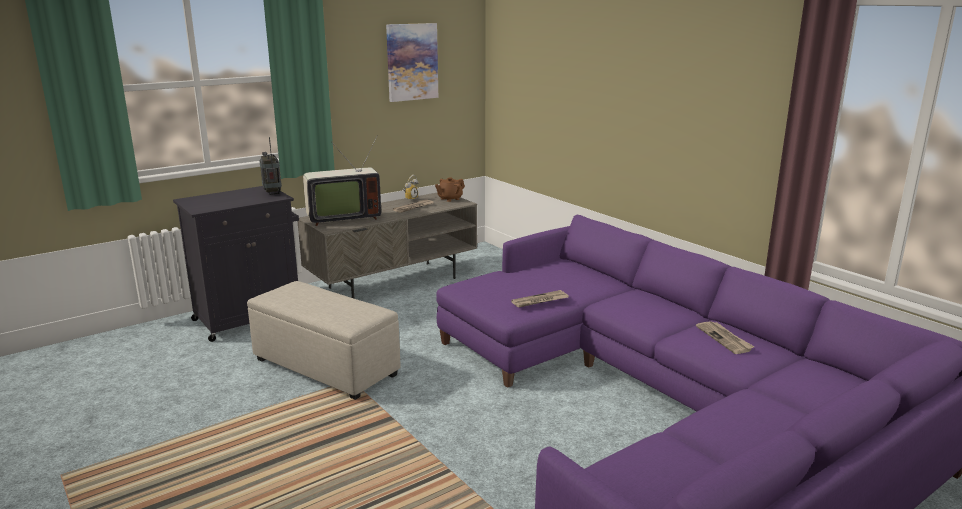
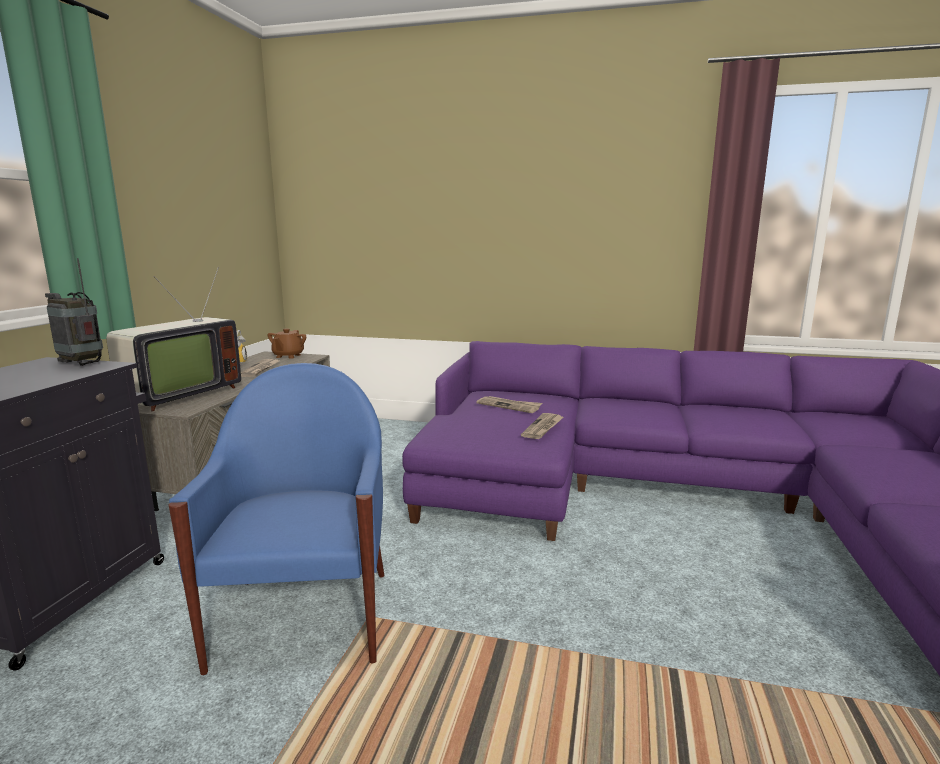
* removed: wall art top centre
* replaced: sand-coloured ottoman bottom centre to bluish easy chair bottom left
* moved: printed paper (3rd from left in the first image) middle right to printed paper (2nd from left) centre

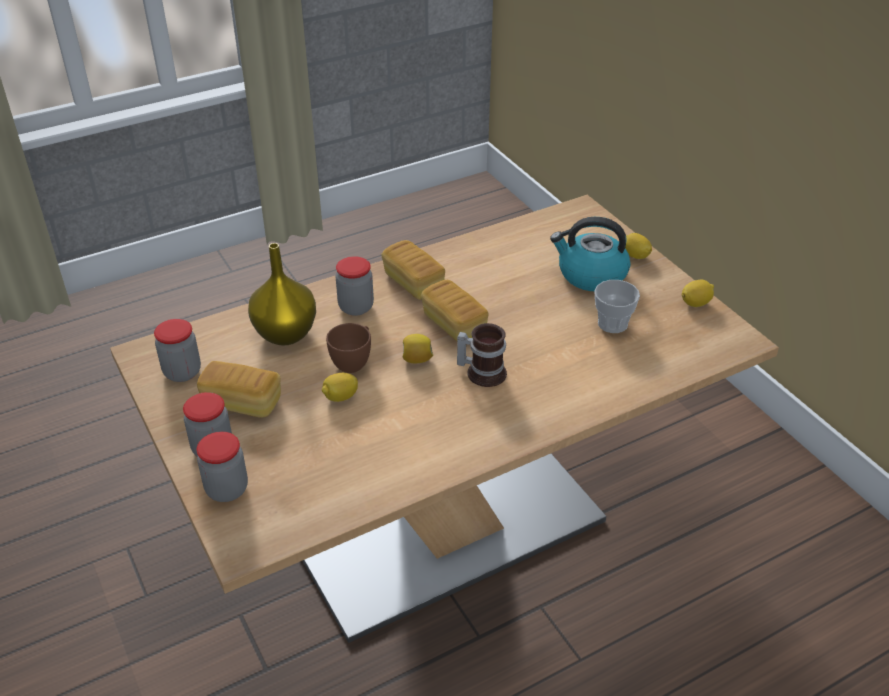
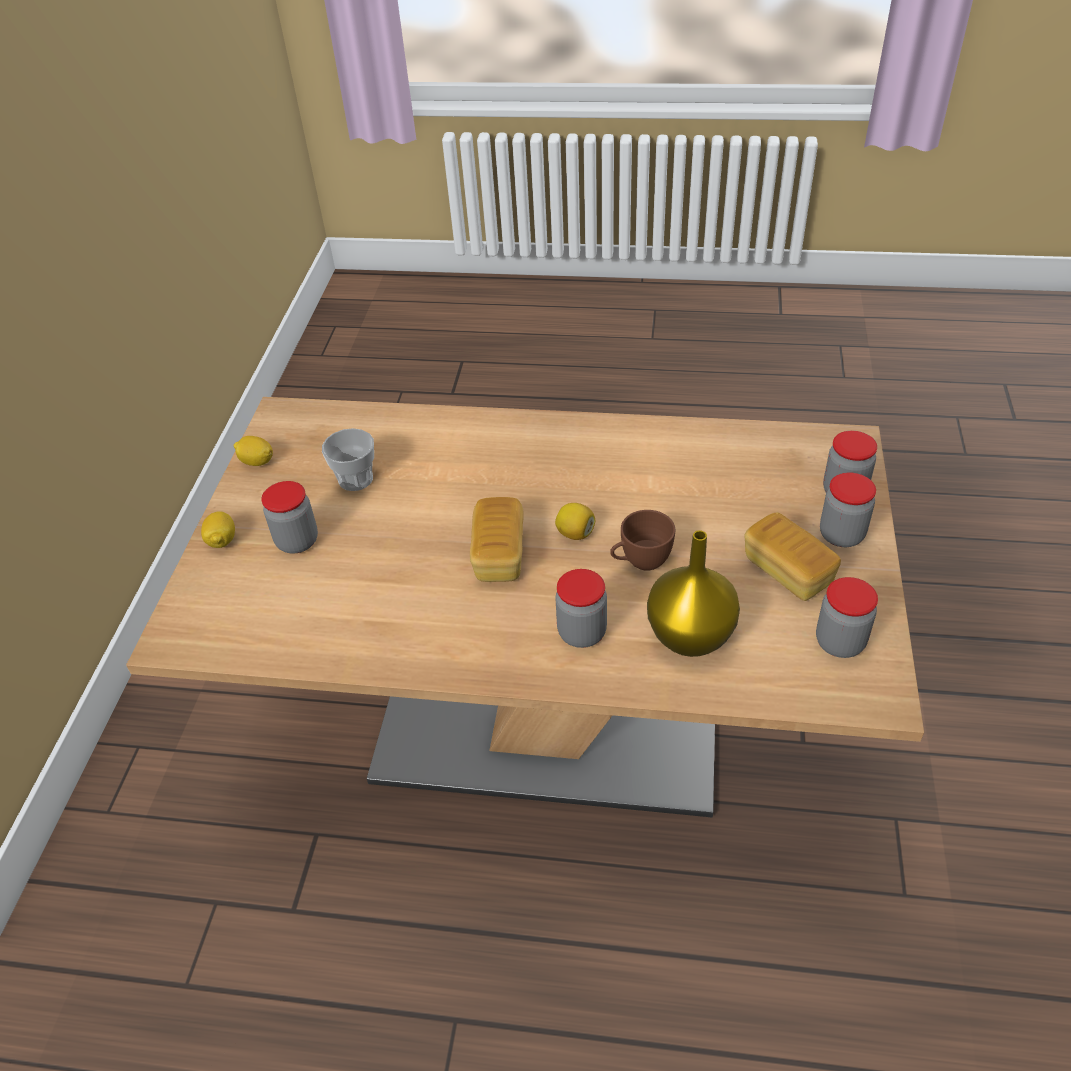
* replaced: water kettle centre to preserve jar (1st from left) middle left
* removed: bread (2nd from left) centre
* removed: mug centre
* removed: whole lemon (1st from left) centre

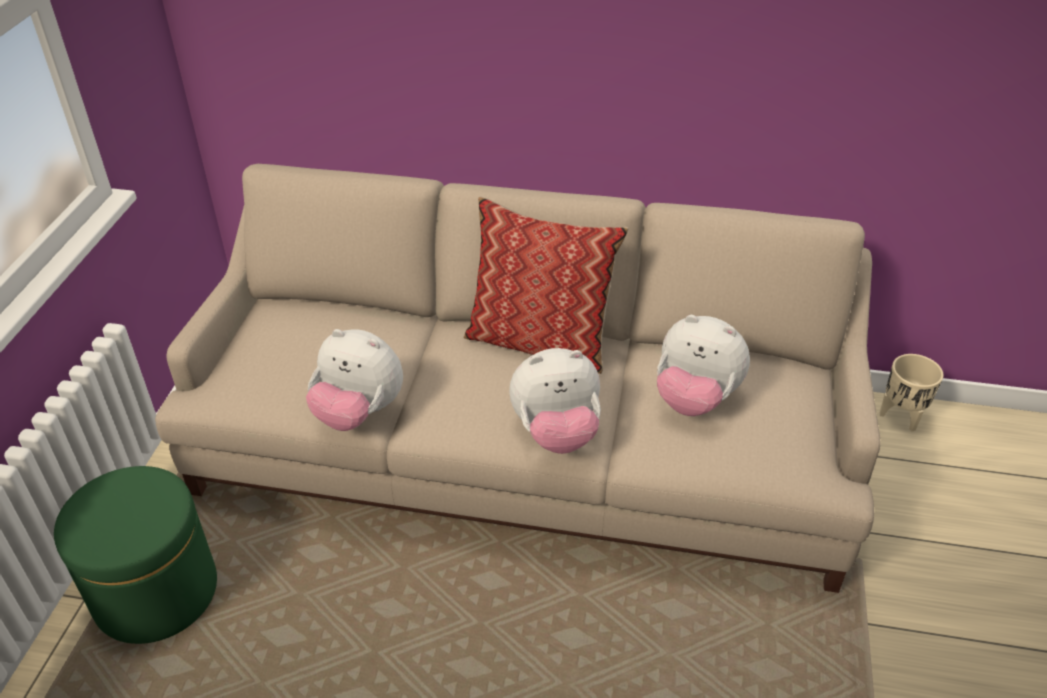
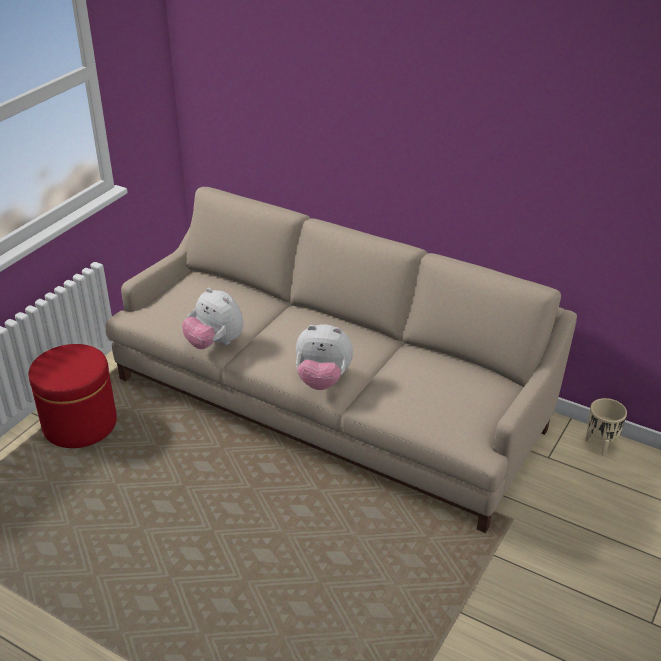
* removed: throw pillow centre
* removed: cuddly toy (3rd from left) middle right
* recoloured: greenish ottoman bottom left to reddish ottoman middle left

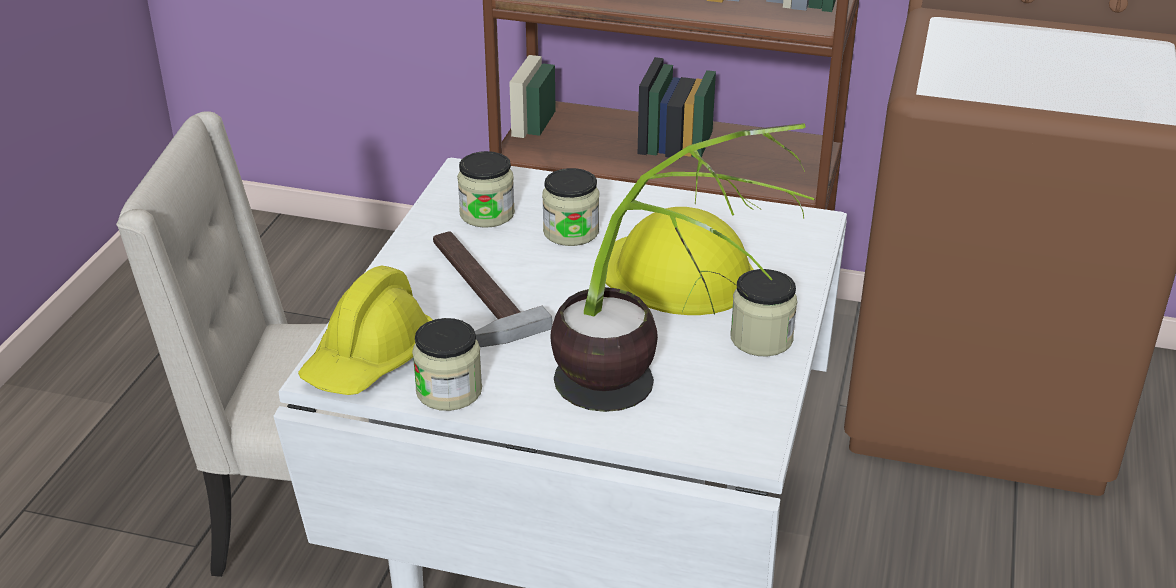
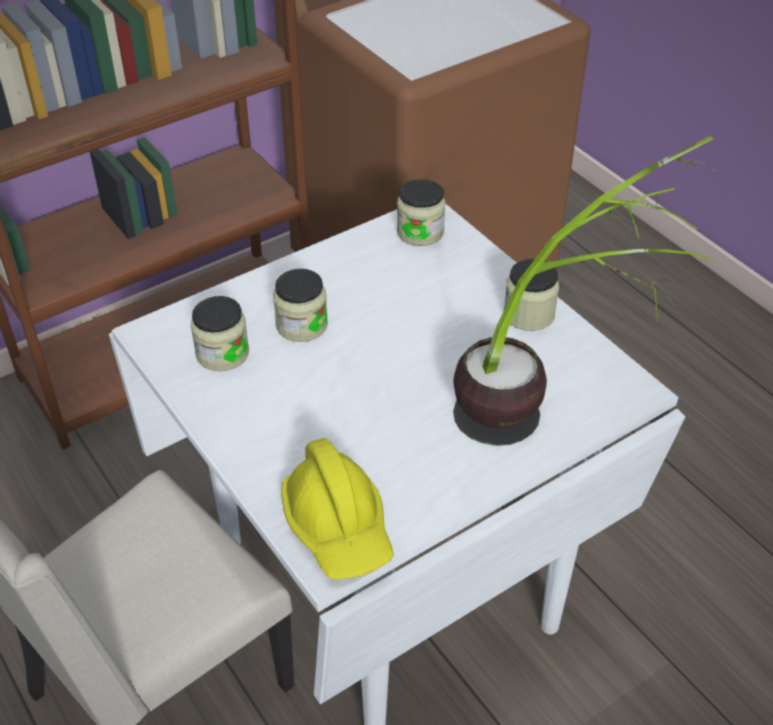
* removed: yellowish hard hat (2nd from left) centre
* removed: hand hammer centre
* moved: preserve jar (1st from left in the first image) centre to preserve jar (3rd from left) top centre

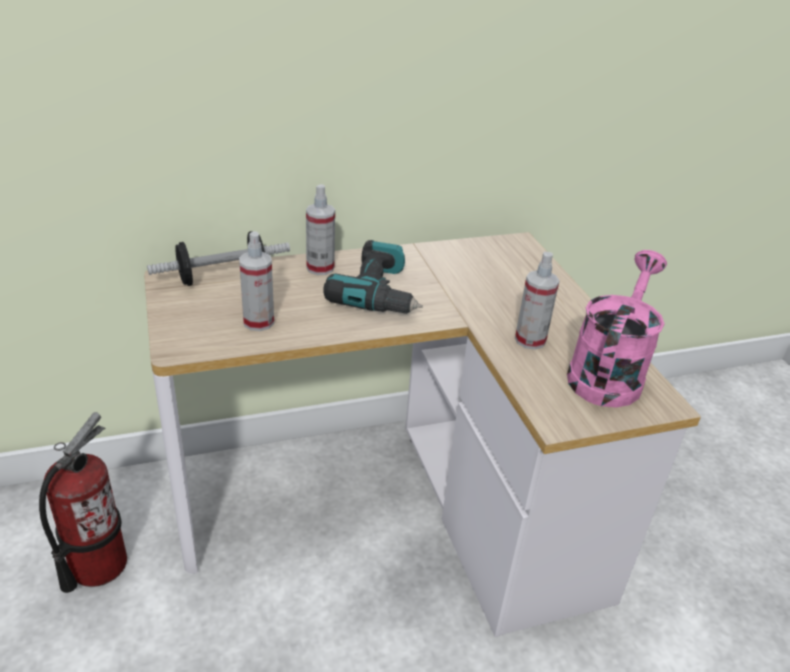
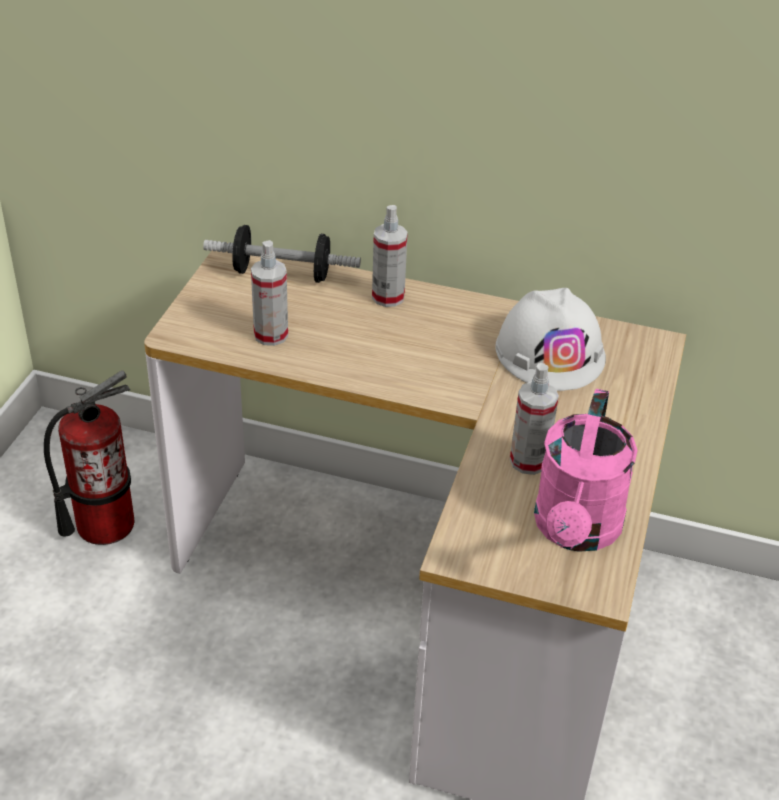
* removed: power drill centre
* turned: pink-coloured watering can middle right = middle right 135 degrees clockwise
* added: white-coloured hard hat middle right

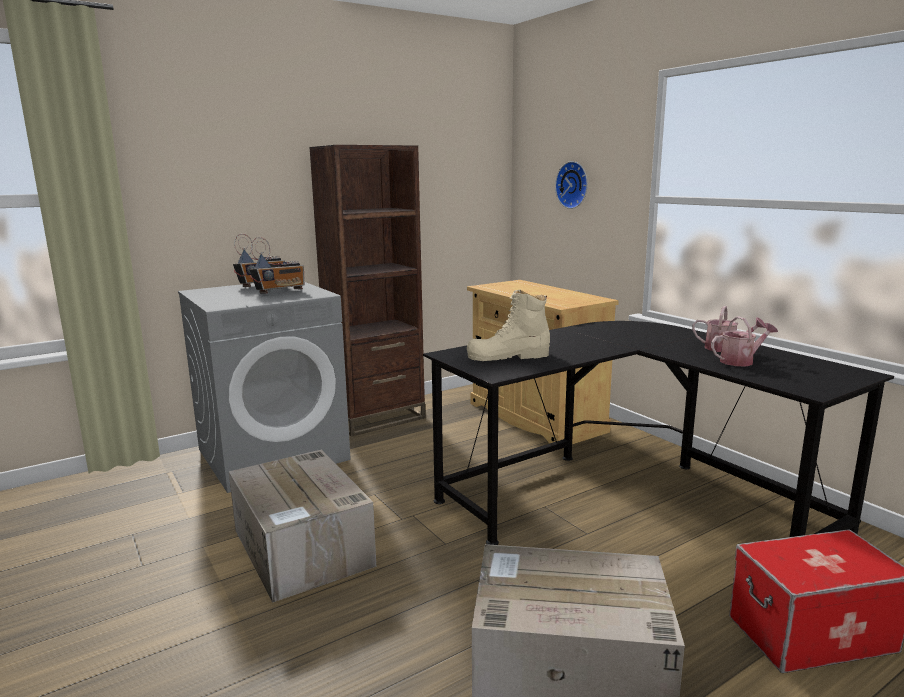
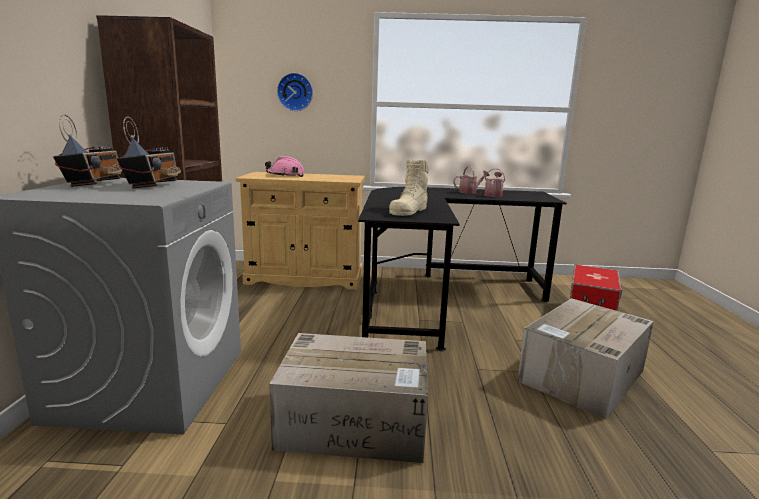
* added: pink-coloured hard hat top centre

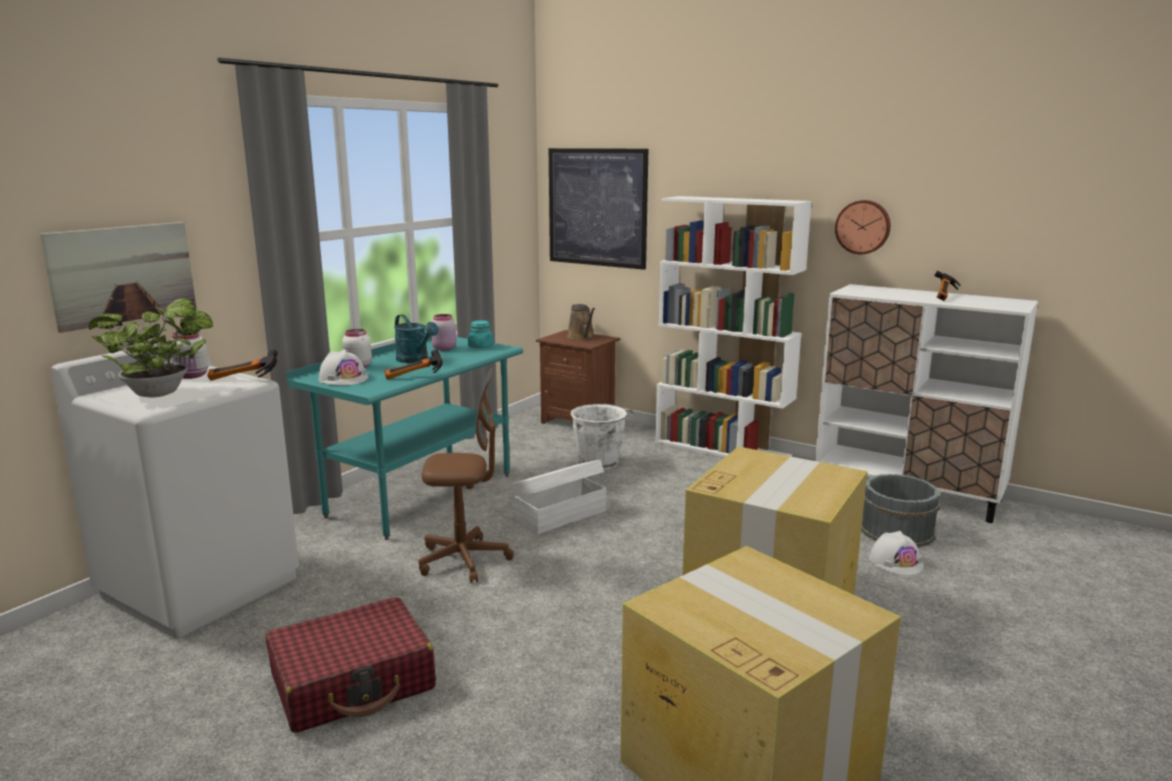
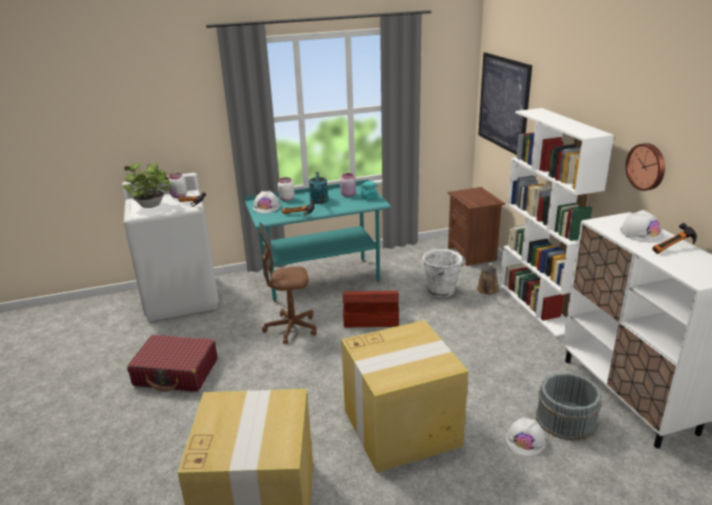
* removed: wall art (1st from left) middle left
* moved: brown-coloured watering can centre to middle right
* turned: brown-coloured office chair centre = centre 135 degrees clockwise
* recoloured: white-coloured storage bin centre to brown-coloured storage bin centre
* added: white-coloured hard hat (3rd from left) middle right

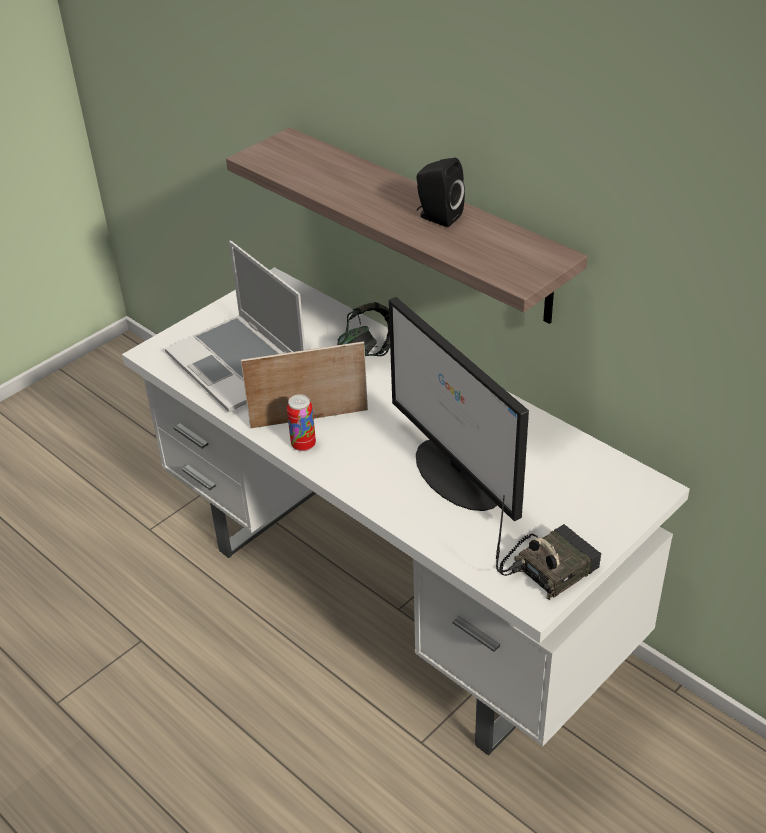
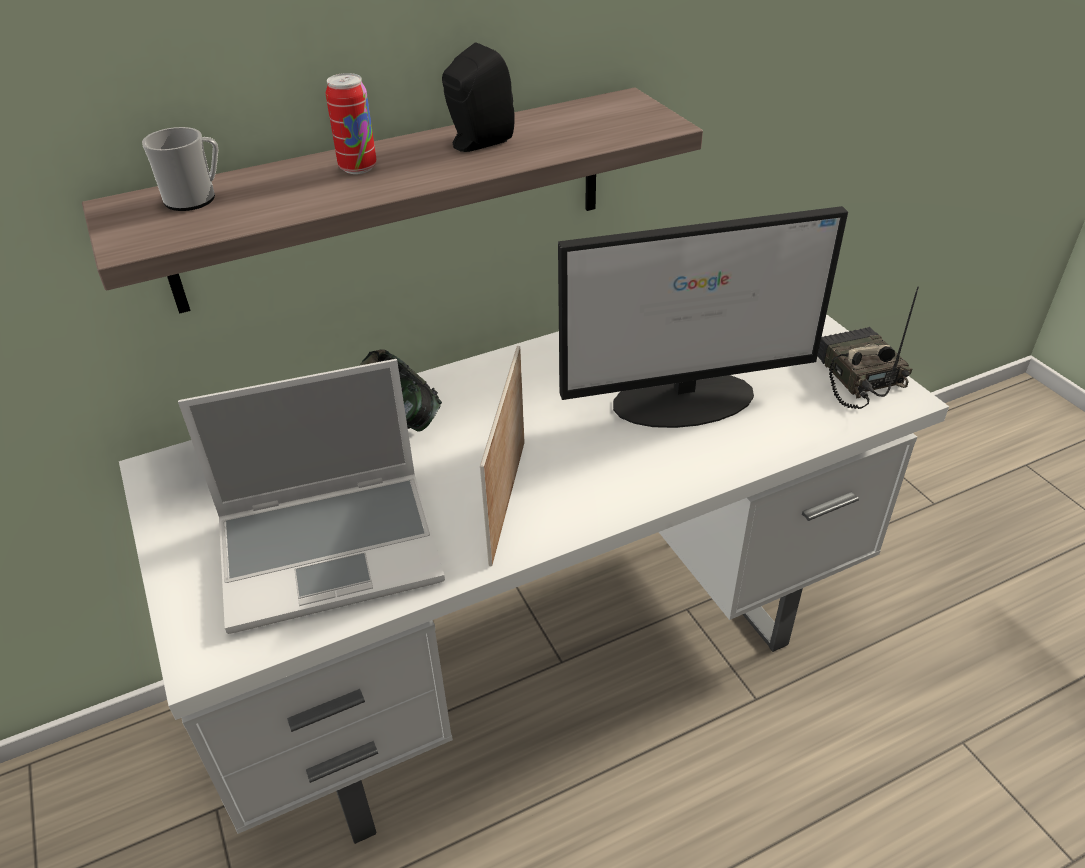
* moved: can centre to top left
* added: mug top left

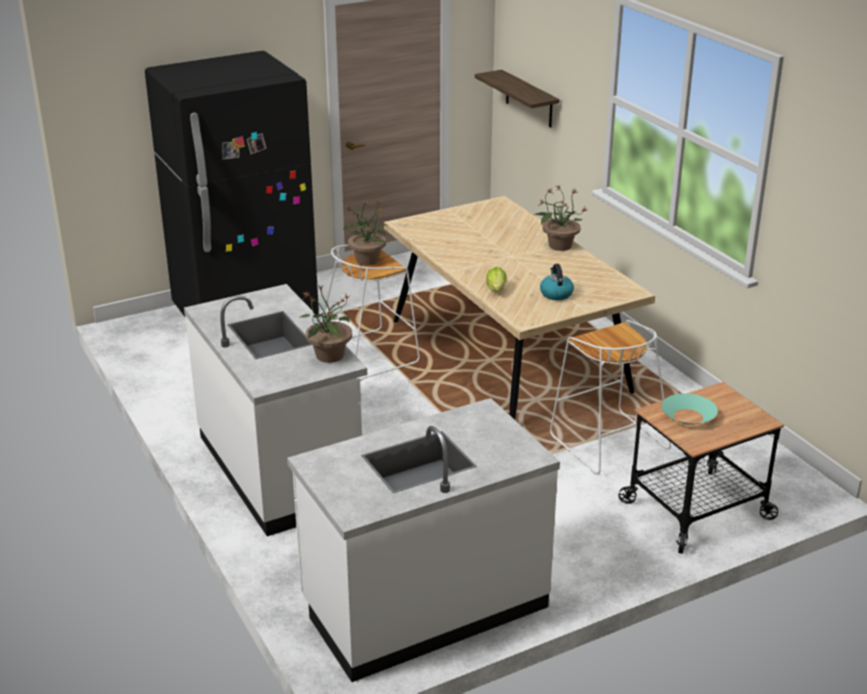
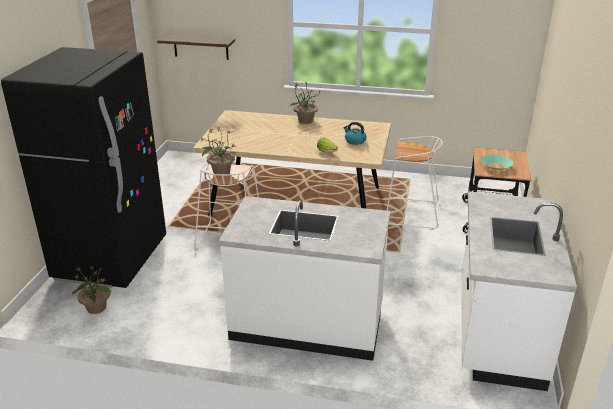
* moved: potted plant (1st from left) centre to bottom left

